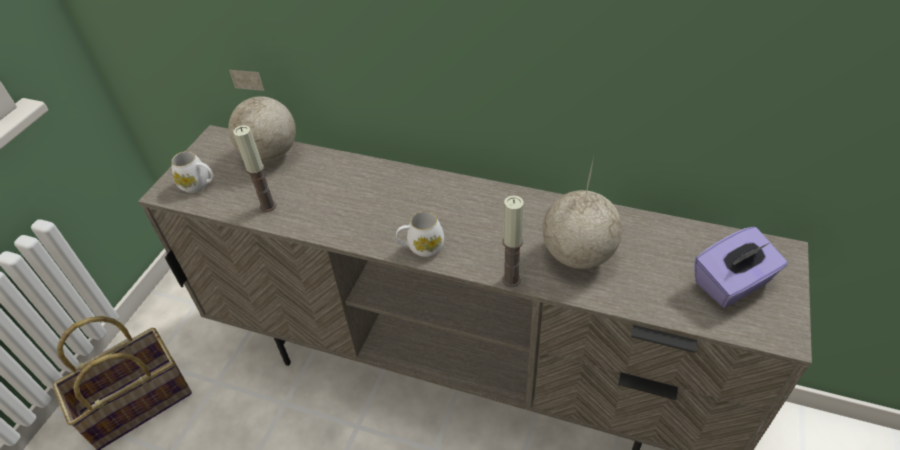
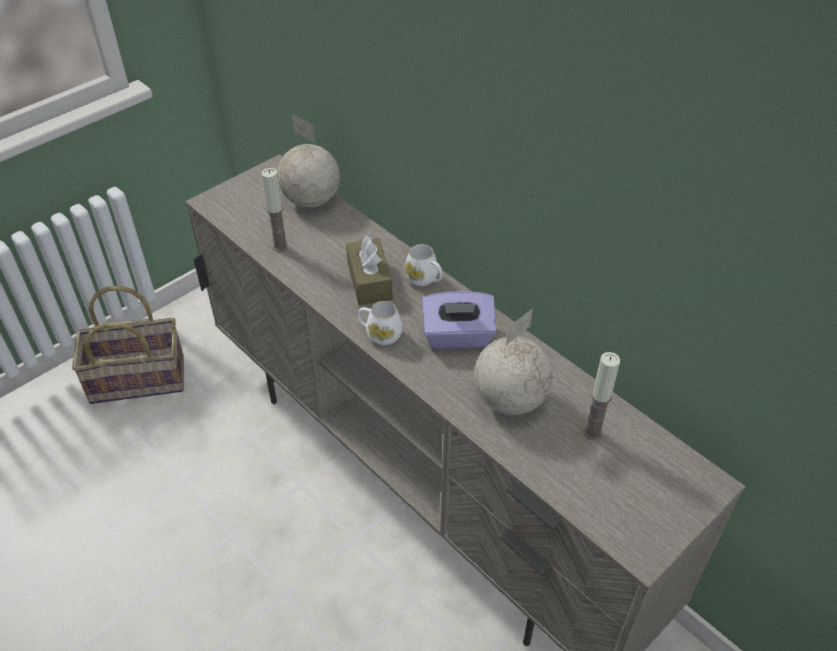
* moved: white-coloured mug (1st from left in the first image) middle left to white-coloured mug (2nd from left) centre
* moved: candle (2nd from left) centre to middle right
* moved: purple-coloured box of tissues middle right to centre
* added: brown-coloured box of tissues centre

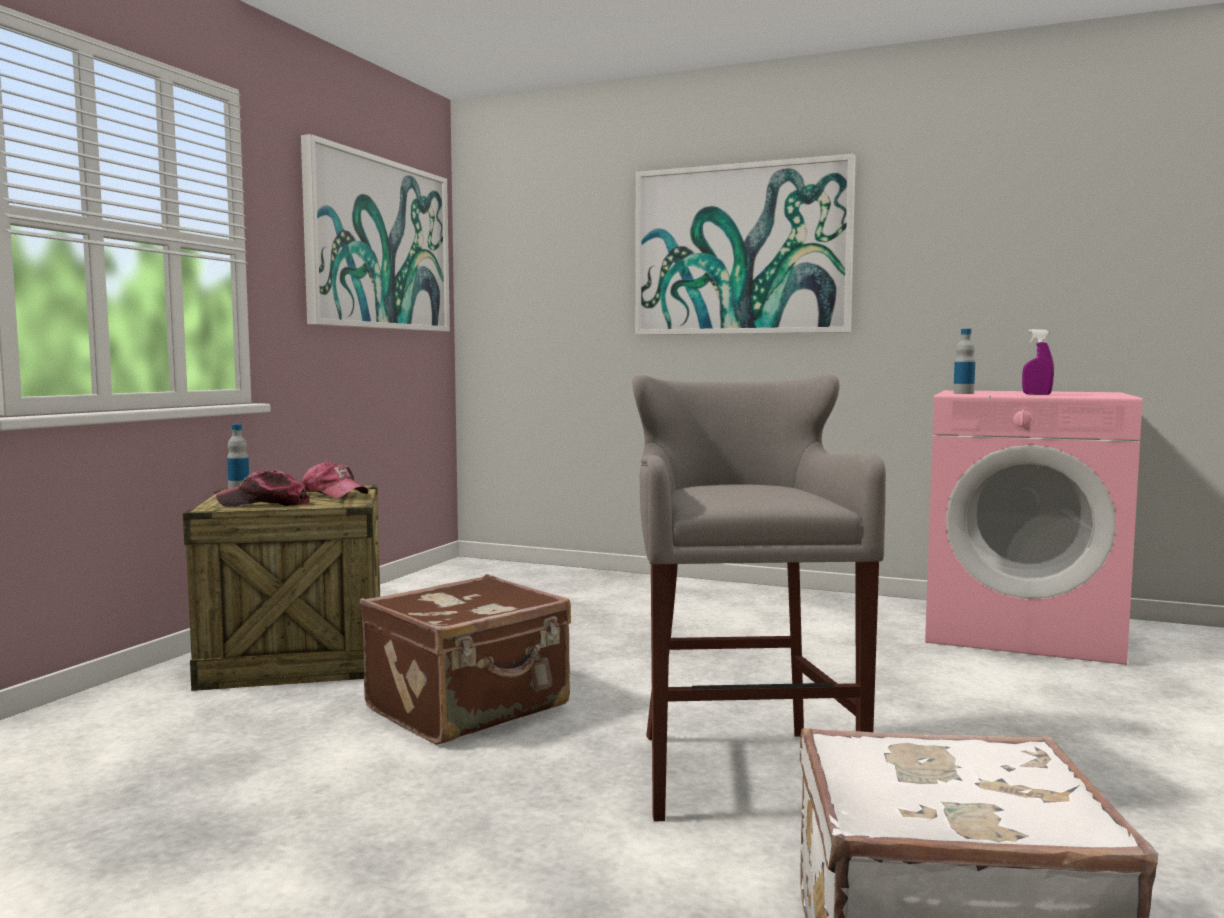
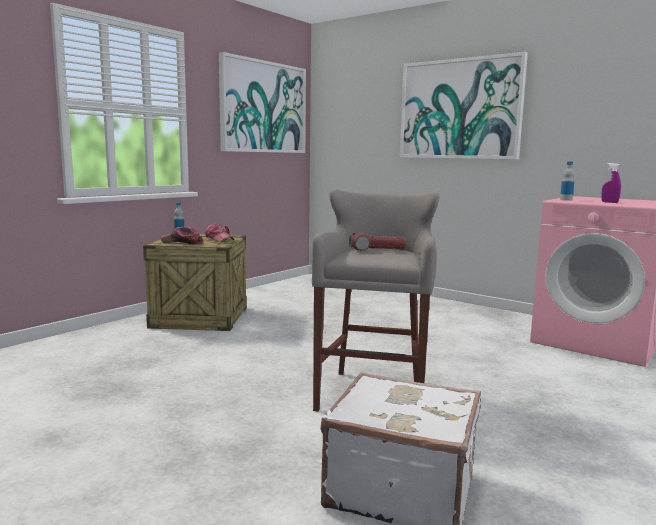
* removed: brown-coloured suitcase bottom centre
* added: torch centre

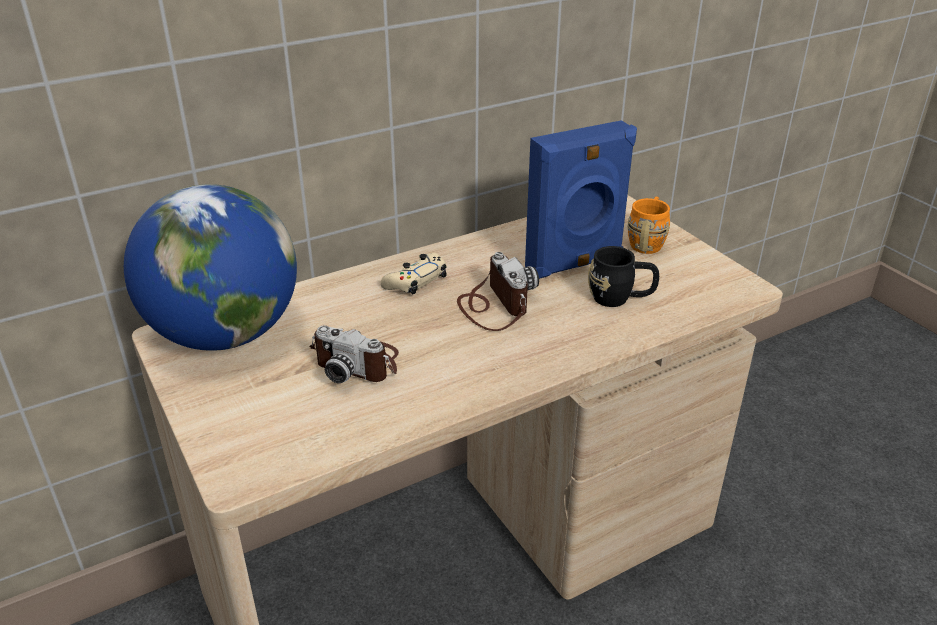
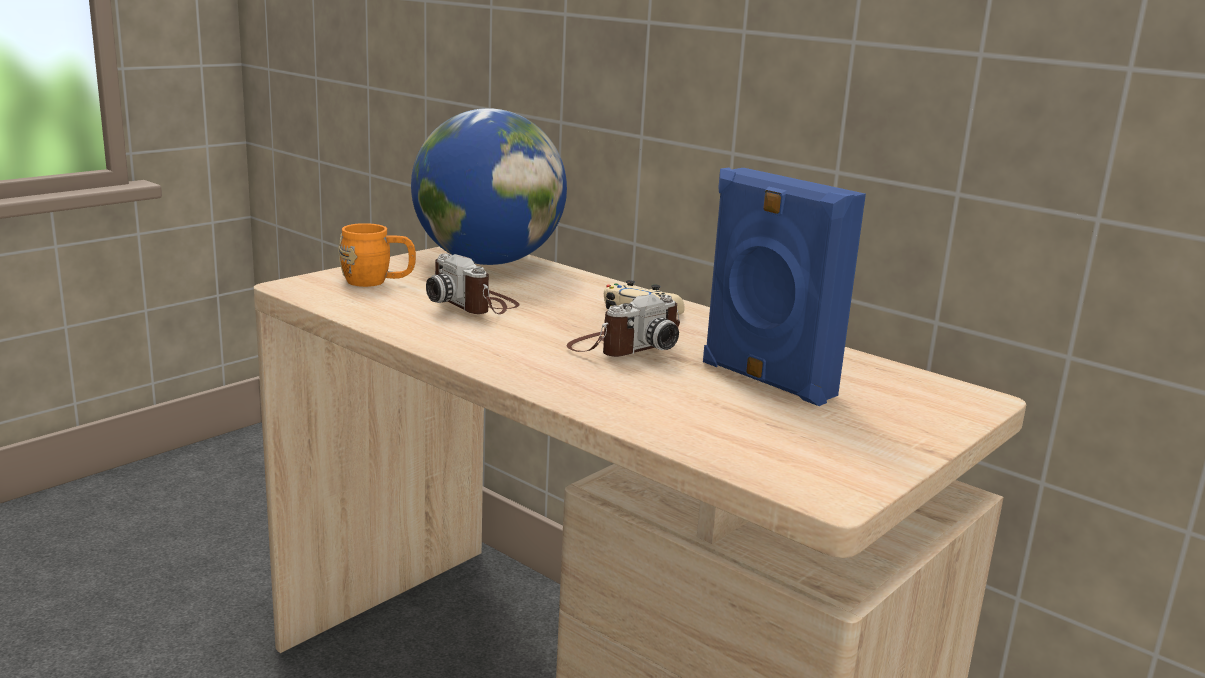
* moved: orangey mug middle right to middle left
* removed: blackish mug centre
* turned: photo camera (1st from left) centre = centre 45 degrees counterclockwise

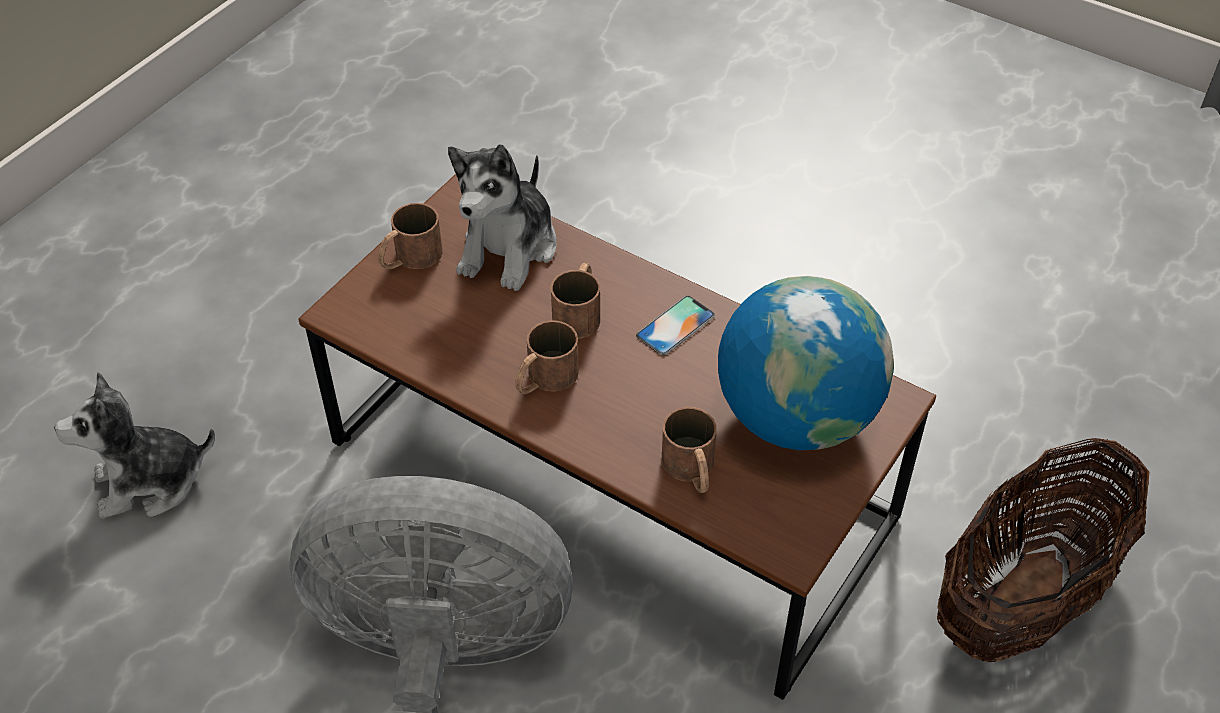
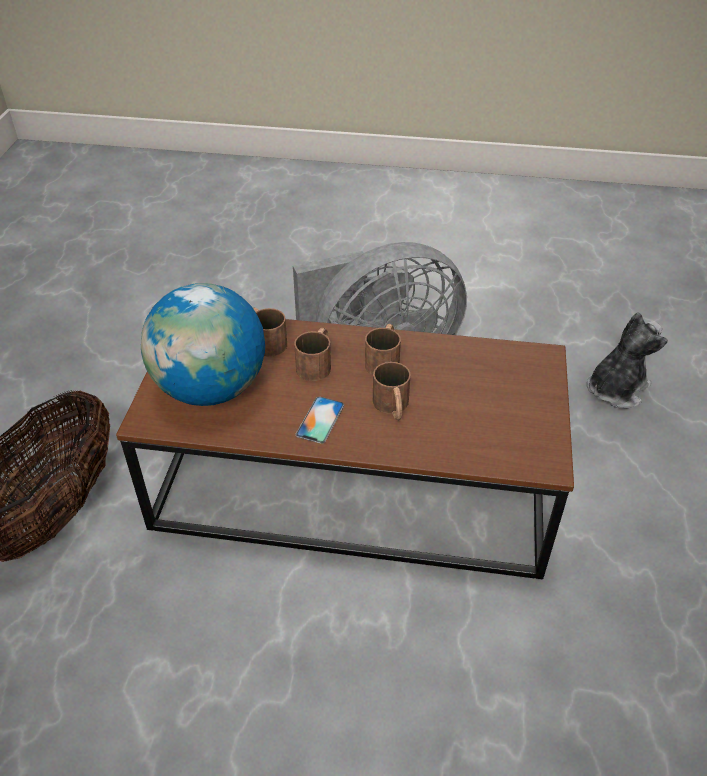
* removed: cuddly toy (2nd from left) top centre
* moved: brown-coloured mug (1st from left in the first image) top centre to brown-coloured mug (2nd from left) centre

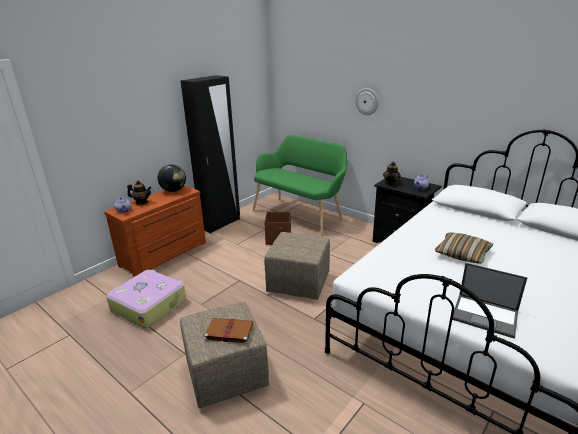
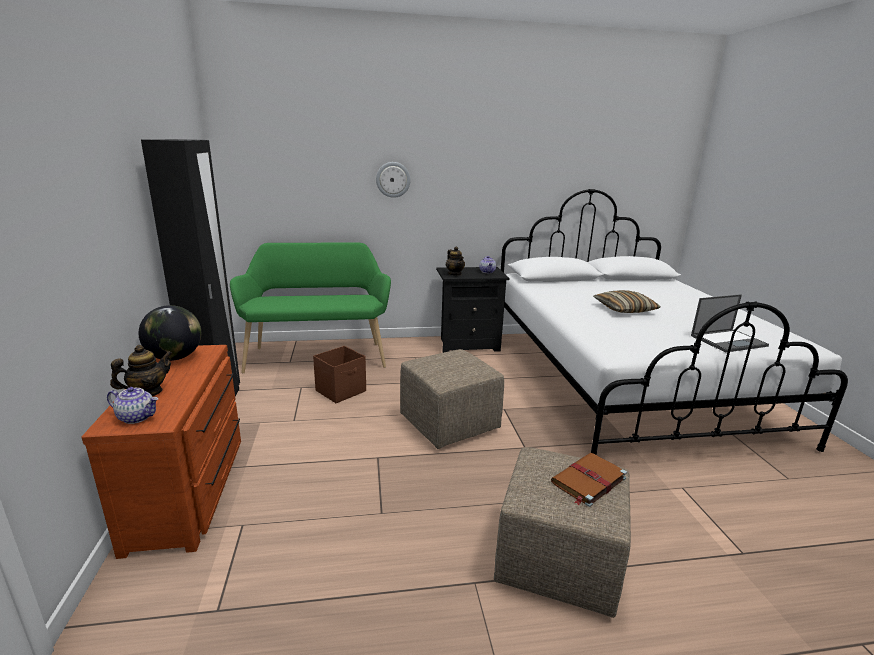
* removed: suitcase bottom left

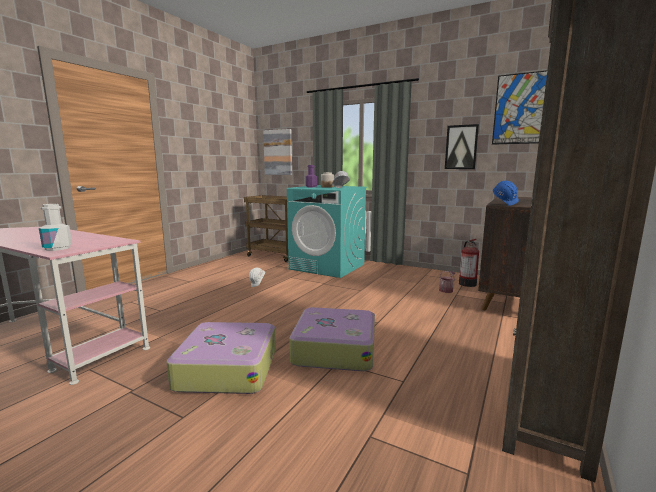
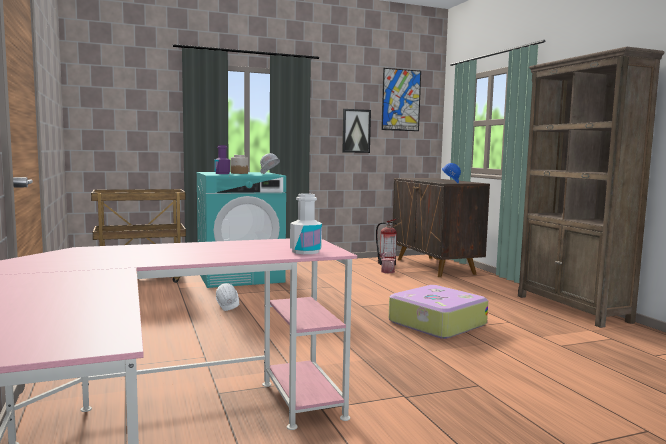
* removed: wall art (1st from left) top centre
* removed: suitcase (1st from left) bottom centre

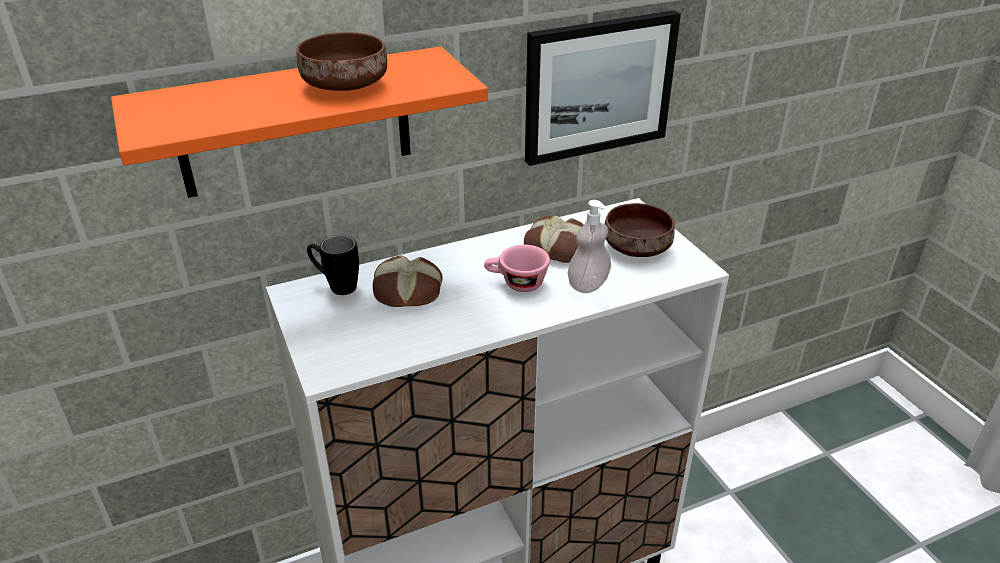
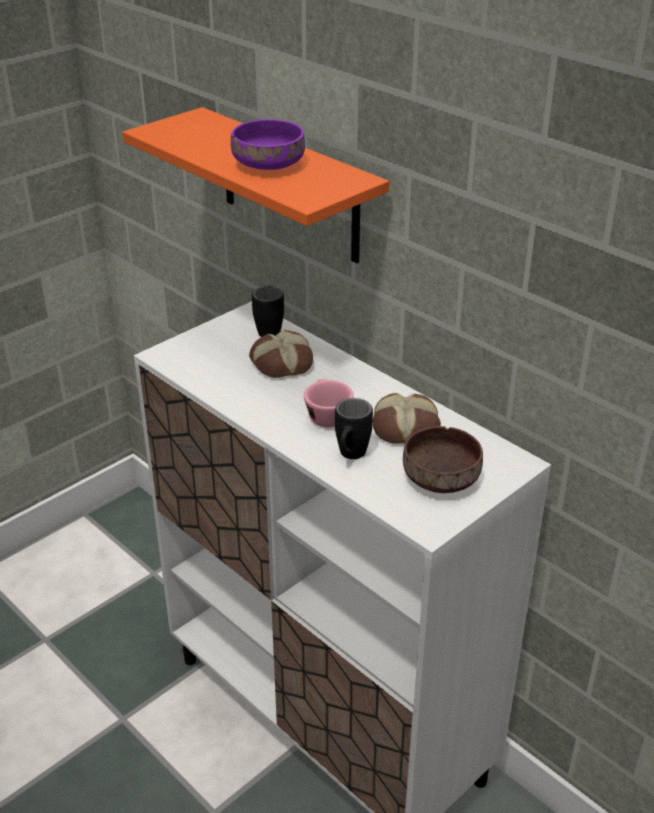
* removed: wall art top centre
* recoloured: brown-coloured serving bowl (1st from left) top centre to purple-coloured serving bowl top centre
* replaced: soap dispenser centre to blackish mug (2nd from left) centre

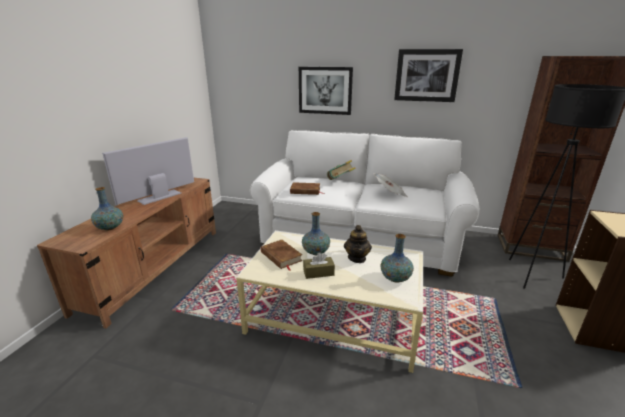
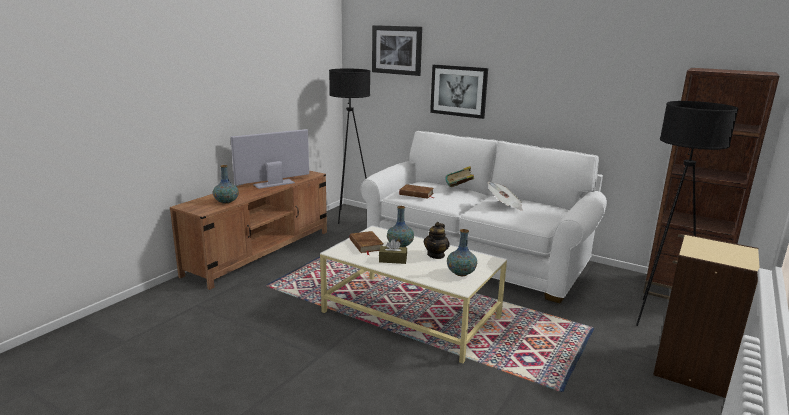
* moved: wall art (2nd from left in the first image) top right to wall art (1st from left) top centre
* added: blackish floor lamp (1st from left) centre

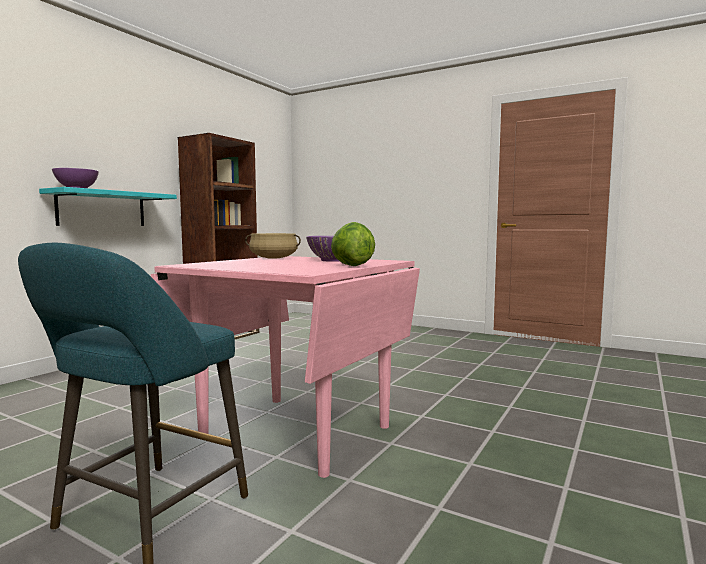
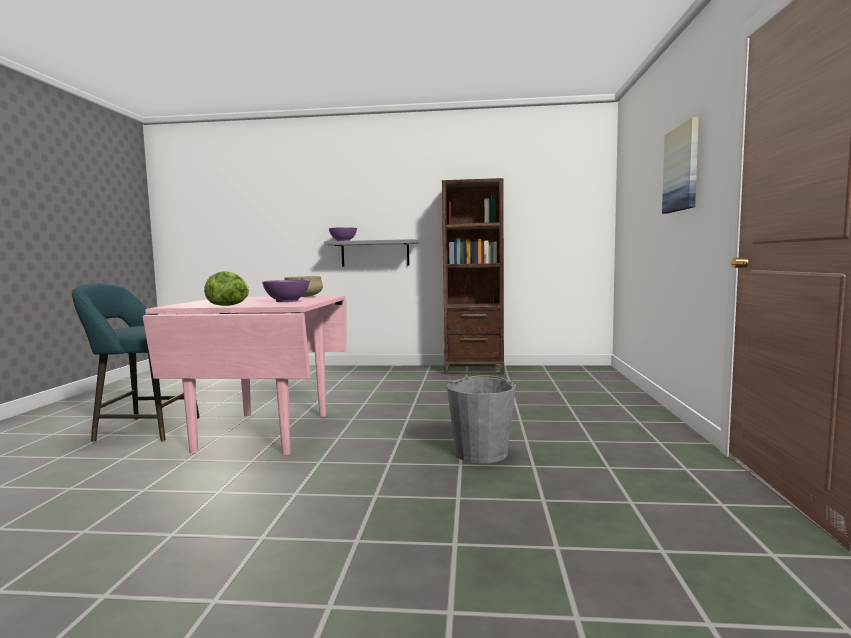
* recoloured: turquoise-coloured wall shelf middle left to greyish wall shelf centre
* added: wall art top right
* added: greyish water bucket centre

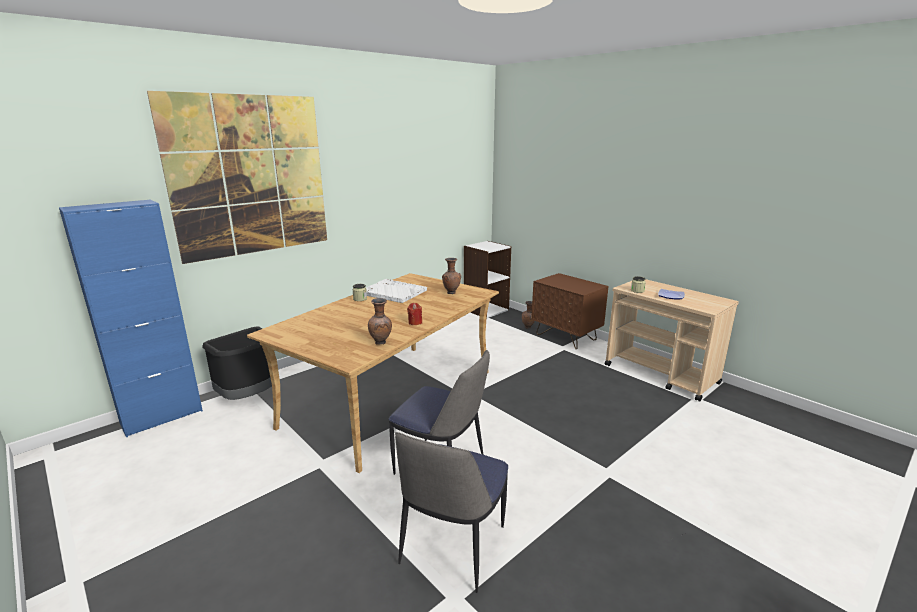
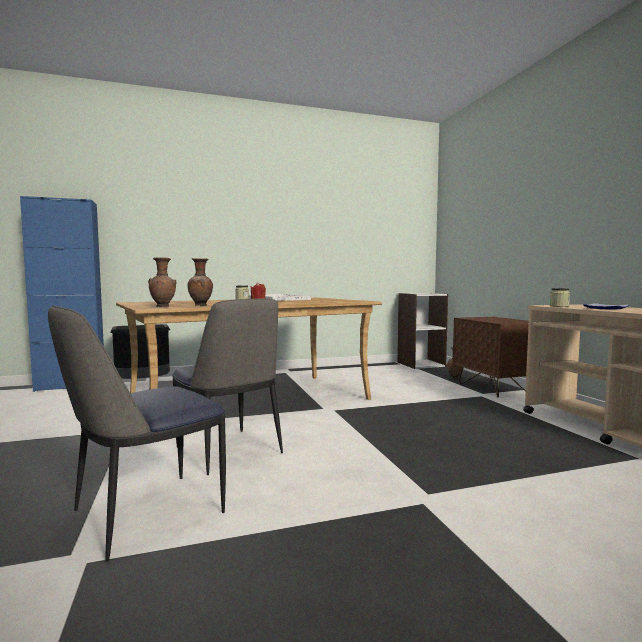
* removed: wall art top left
* moved: brown-coloured vase (2nd from left in the first image) centre to brown-coloured vase (1st from left) middle left

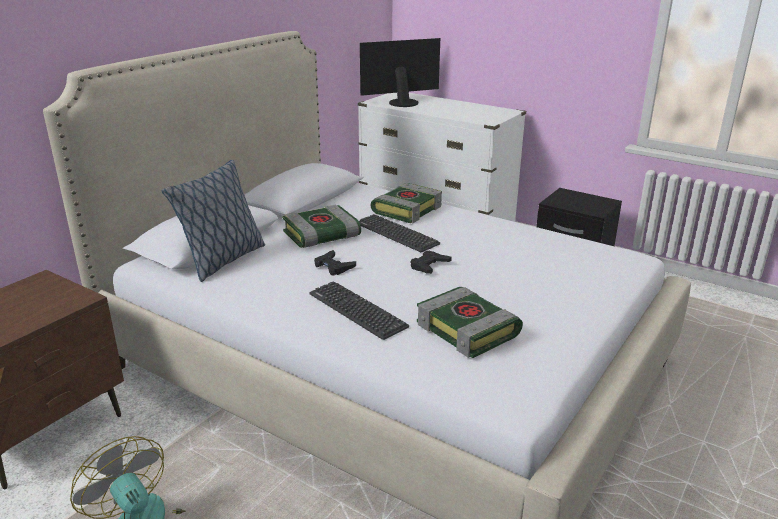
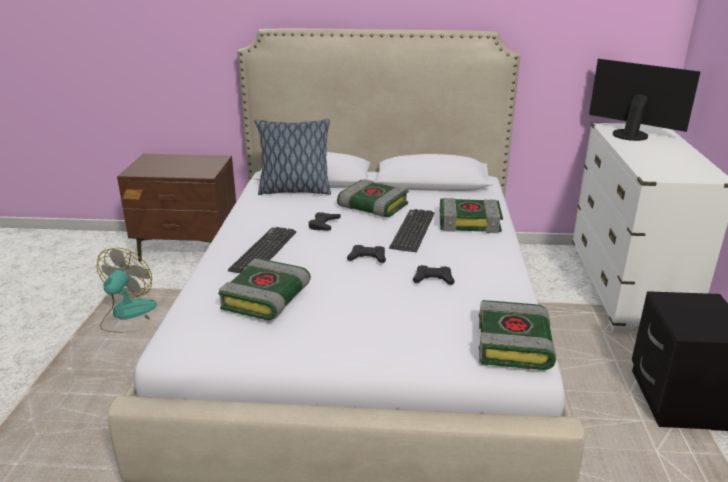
* added: blackish gamepad (3rd from left) centre
* added: bound book (4th from left) bottom right

